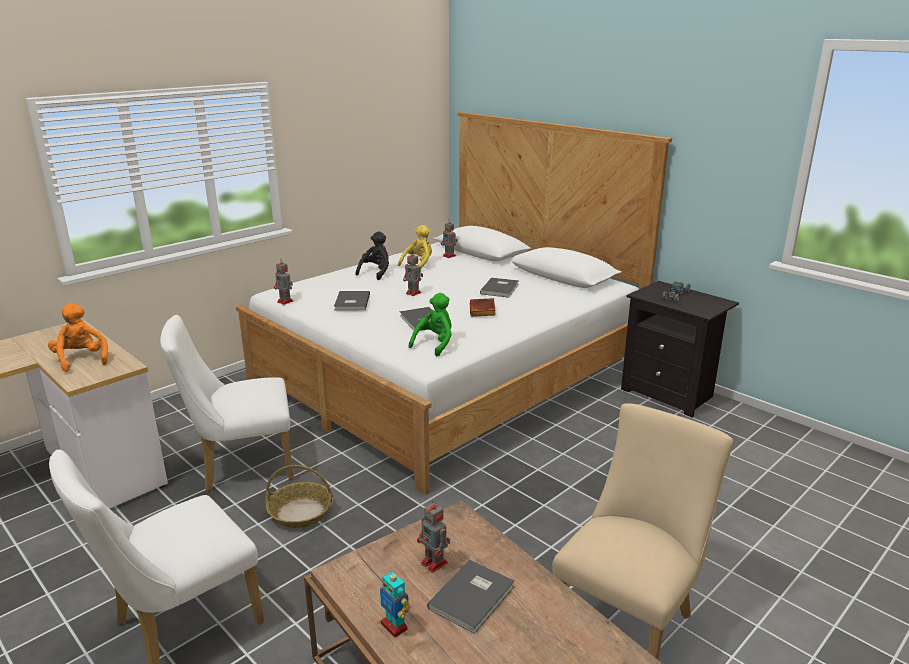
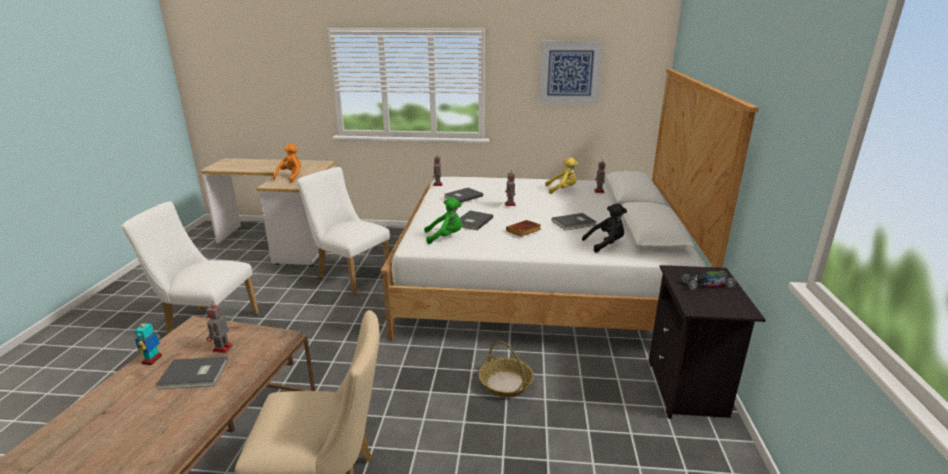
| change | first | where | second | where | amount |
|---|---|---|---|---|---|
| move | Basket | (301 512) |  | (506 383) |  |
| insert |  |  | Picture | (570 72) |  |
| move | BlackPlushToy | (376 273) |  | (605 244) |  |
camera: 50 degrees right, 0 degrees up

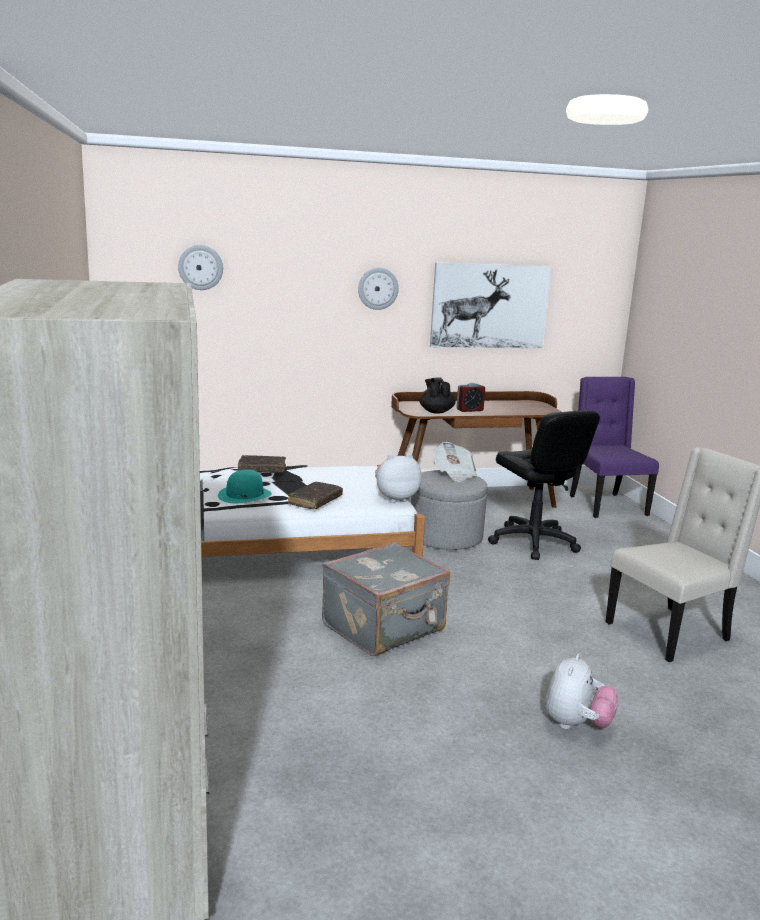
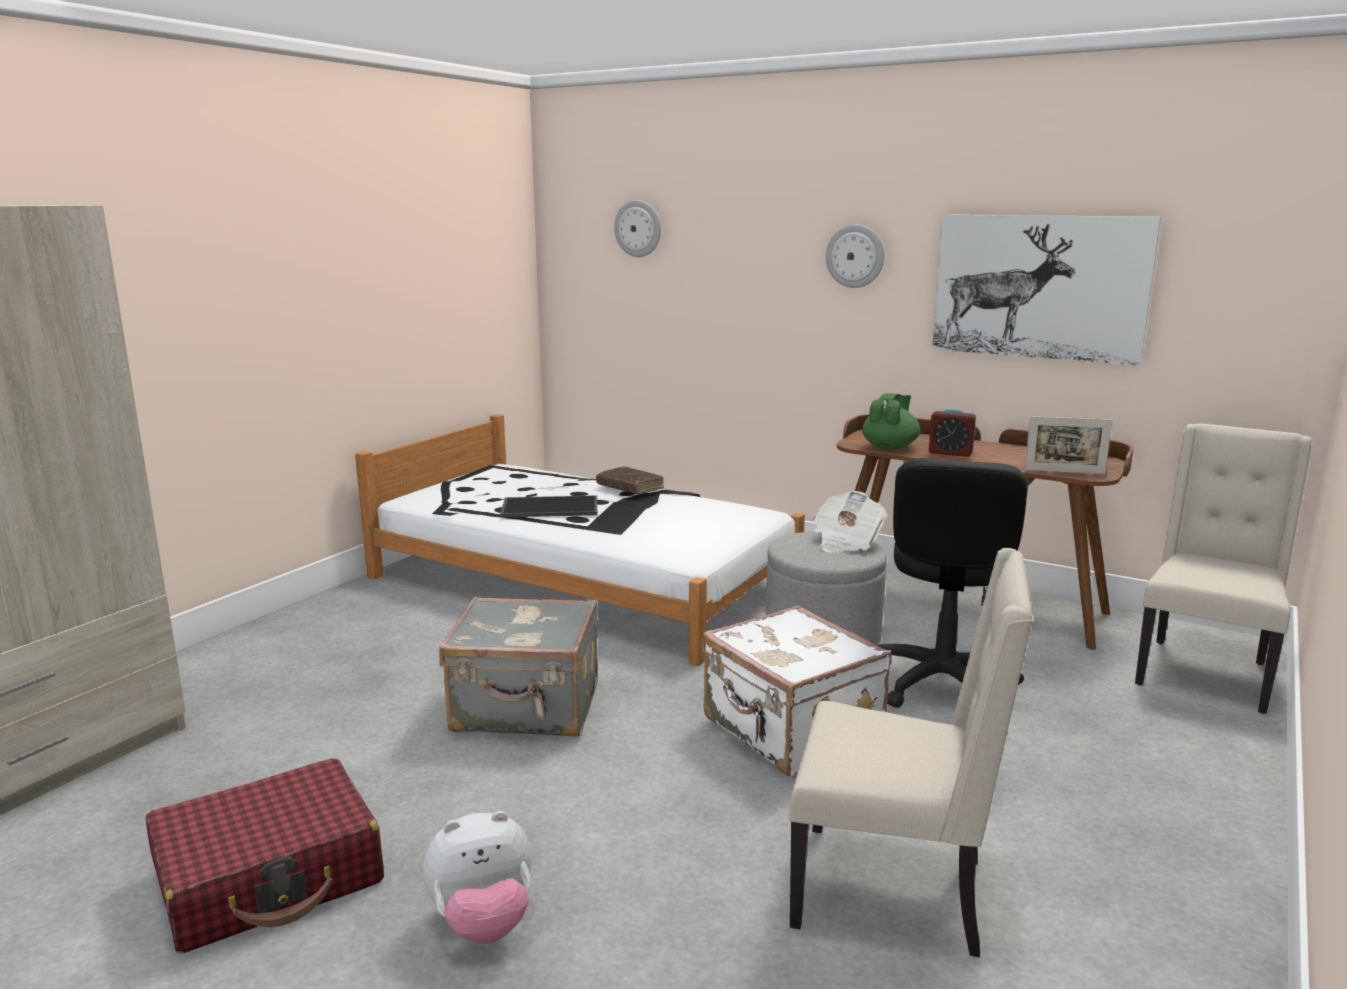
| change | first | where | second | where | amount |
|---|---|---|---|---|---|
| insert |  |  | RedSuitcase | (271 877) |  |
| replace | TurquoiseHat | (244 495) | Tray | (549 508) |  |
| insert |  |  | WhiteSuitcase | (790 732) |  |
| recolor | BlackTeapot | (436 412) | GreenTeapot | (890 447) |  |
| insert |  |  | PictureFrame | (1064 472) |  |
| recolor | PurpleChair | (605 505) | BeigeChair | (1203 673) |  |
| delete | BrownBook | (315 501) |  |  |  |
| delete | PlushToy | (395 498) |  |  |  |
camera: 45 degrees right, 0 degrees up

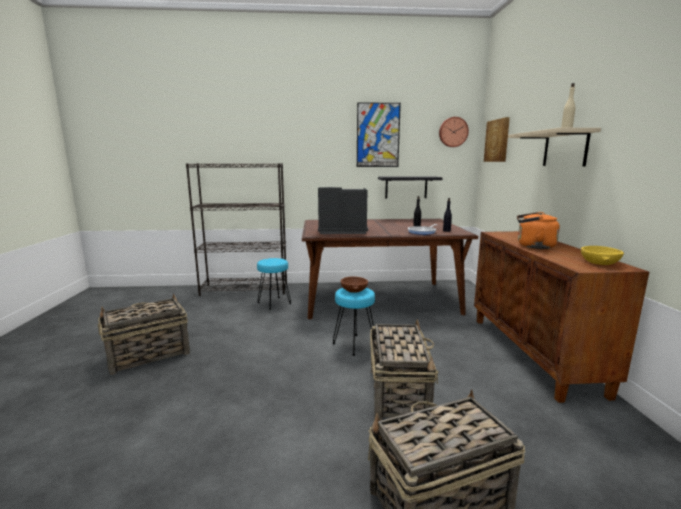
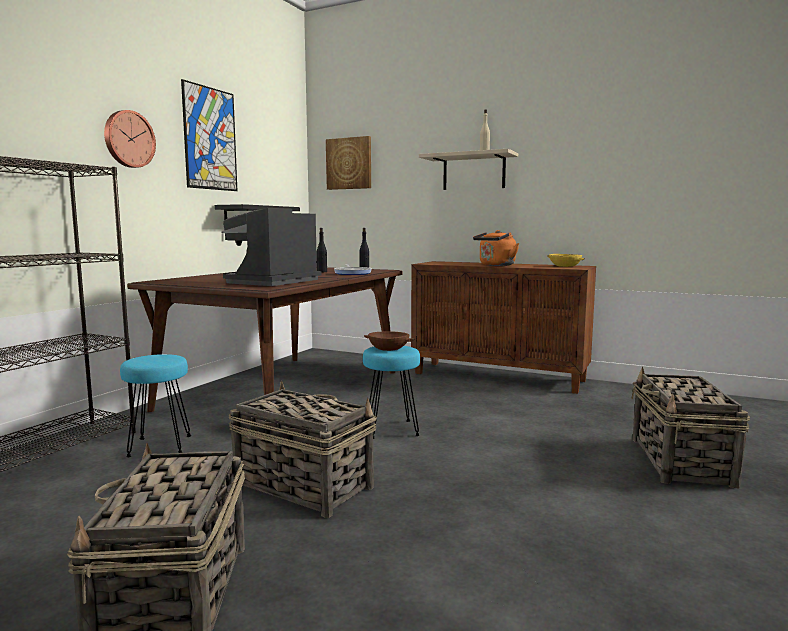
| change | first | where | second | where | amount |
|---|---|---|---|---|---|
| move | WallClock | (453 132) |  | (128 139) |  |
| move | Basket | (398 392) |  | (302 485) |  |
camera: 60 degrees left, 5 degrees down

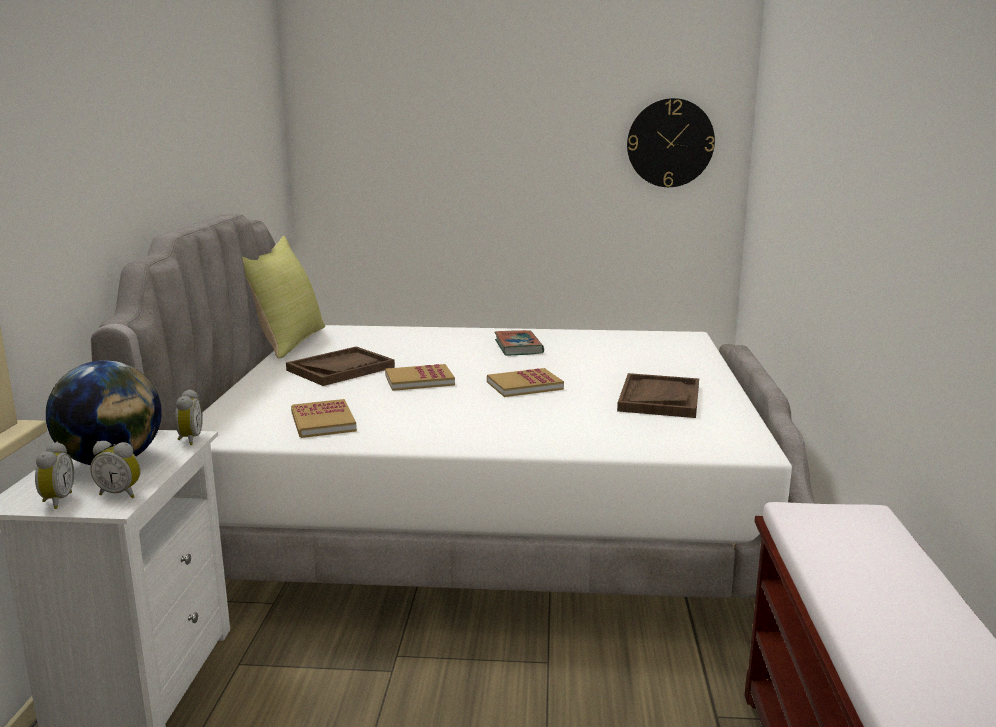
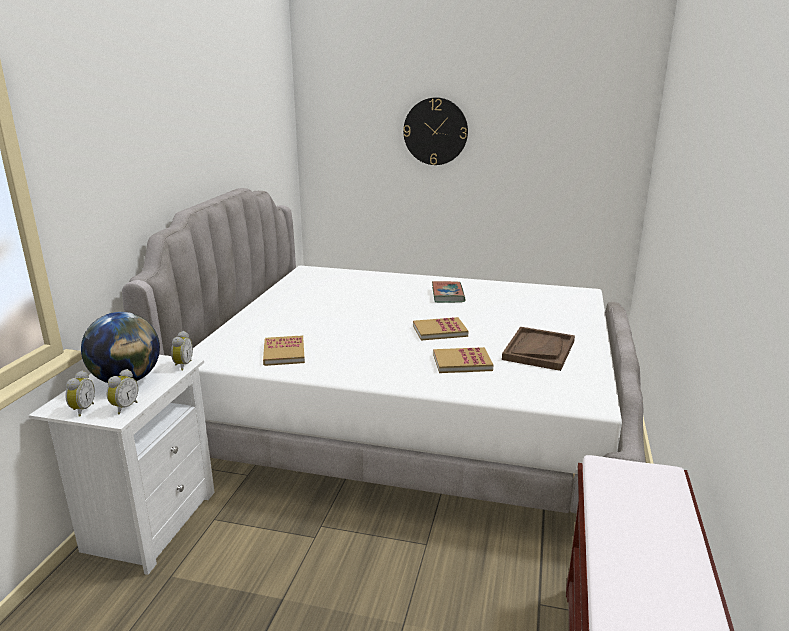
| change | first | where | second | where | amount |
|---|---|---|---|---|---|
| rotate | AlarmClock | (121 493) |  | (124 407) | 90 degrees counterclockwise |
| move | WallClock | (670 143) |  | (435 131) |  |
| move | Book | (419 380) |  | (462 362) |  |
| delete | YellowPillow | (287 342) |  |  |  |
| delete | BrownTray | (341 369) |  |  |  |
camera: 10 degrees right, 5 degrees up

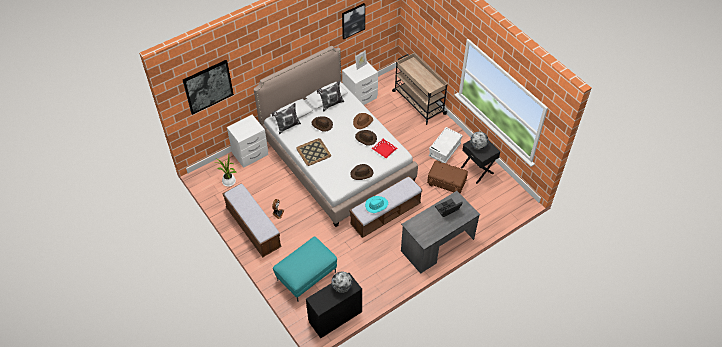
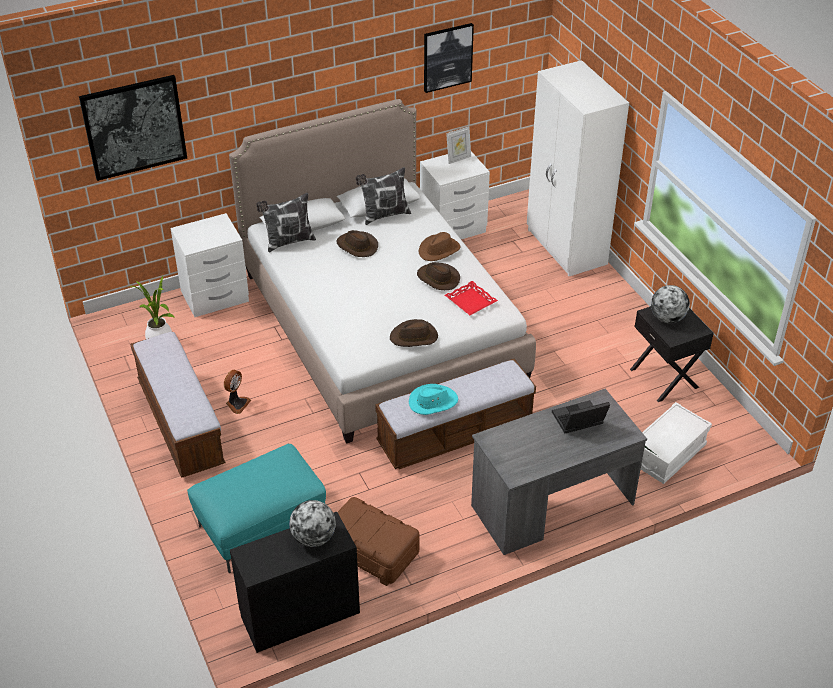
| change | first | where | second | where | amount |
|---|---|---|---|---|---|
| move | BrownStorageBox | (446 182) |  | (371 552) |  |
| replace | BeigeCart | (418 102) | WhiteWardrobe | (566 248) |  |
| move | WhiteStorageBox | (444 150) |  | (667 454) |  |
| delete | Tray | (314 152) |  |  |  |
camera: 10 degrees right, 10 degrees down

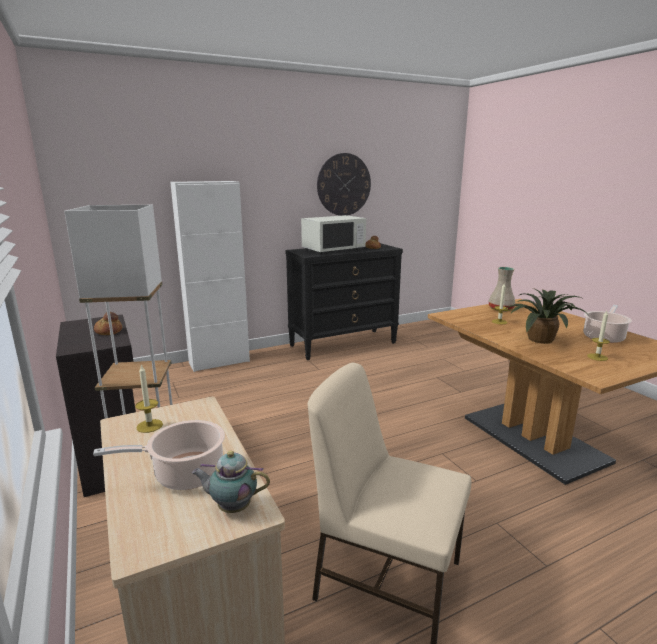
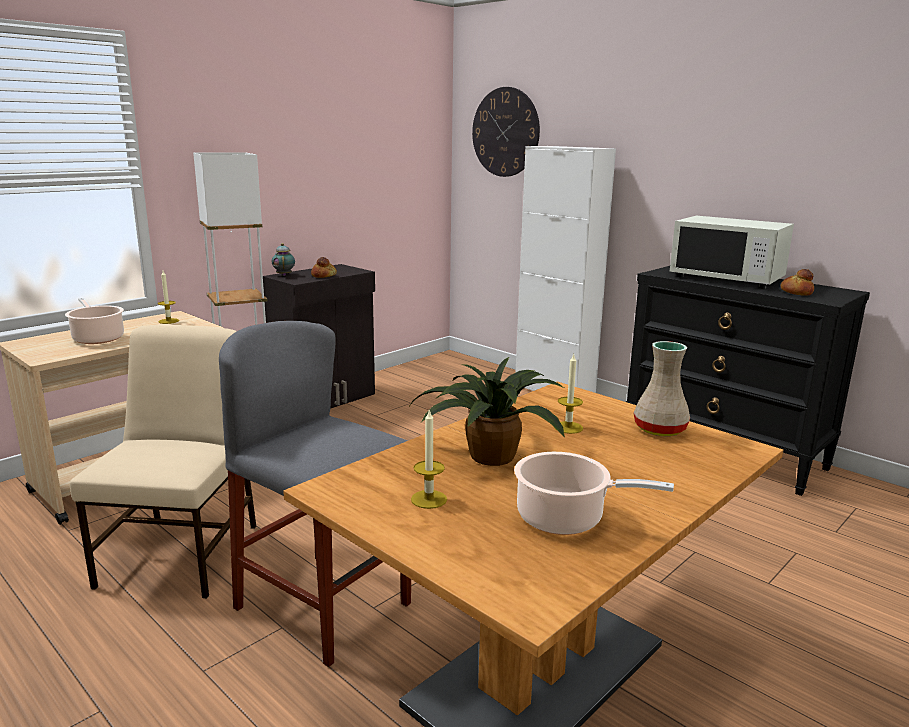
| change | first | where | second | where | amount |
|---|---|---|---|---|---|
| insert |  |  | GreyStool | (323 606) |  |
| move | Teapot | (232 507) |  | (284 275) |  |
| move | WallClock | (344 185) |  | (505 132) |  |
camera: 70 degrees right, 0 degrees up

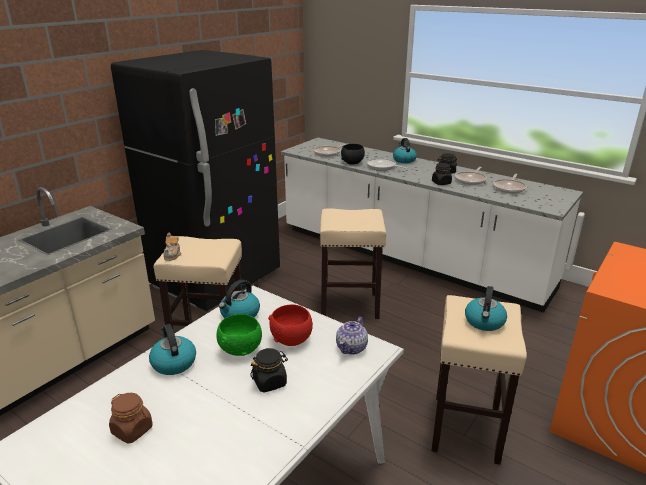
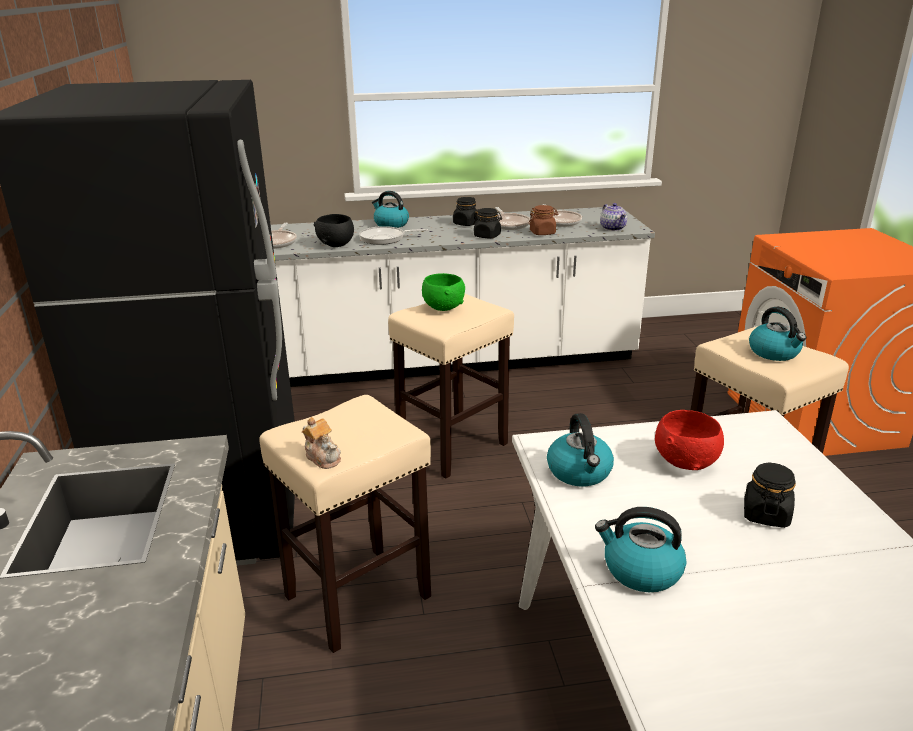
| change | first | where | second | where | amount |
|---|---|---|---|---|---|
| move | GreenBowl | (241 349) |  | (443 307) |  |
| move | BrownJar | (132 430) |  | (542 233) |  |
| move | Teapot | (352 347) |  | (613 228) |  |
camera: 45 degrees left, 0 degrees up

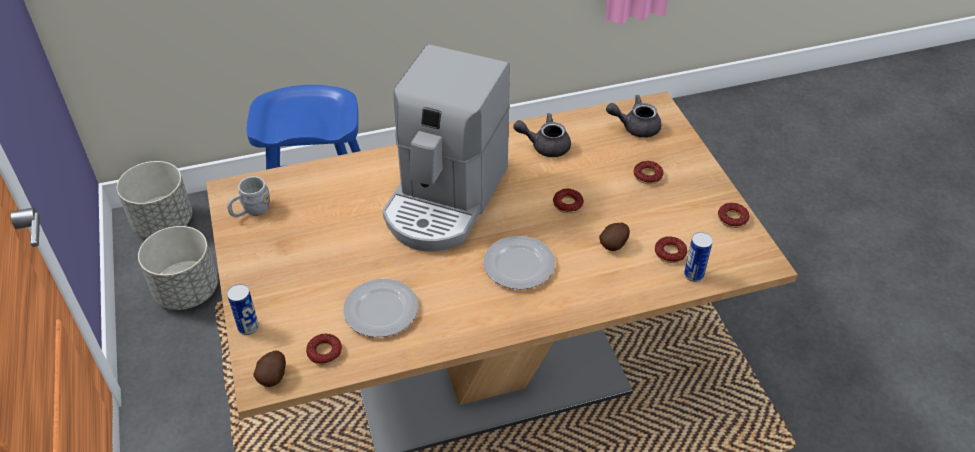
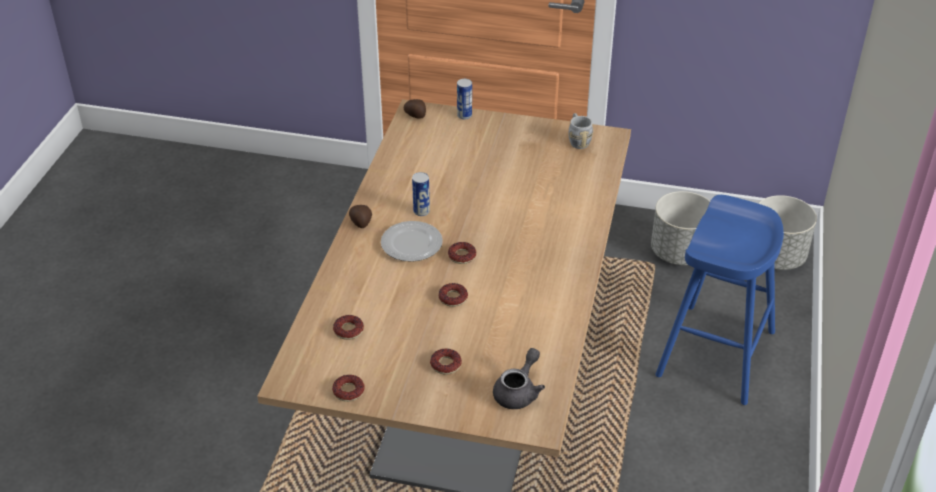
| change | first | where | second | where | amount |
|---|---|---|---|---|---|
| move | Potato | (614 244) |  | (361 223) |  |
| move | Can | (693 275) |  | (421 211) |  |
| move | Donut | (324 352) |  | (462 256) |  |
| delete | Plate | (381 310) |  |  |  |
| delete | CoffeeMachine | (445 199) |  |  |  |
| delete | GreyTeapot | (545 146) |  |  |  |
camera: 120 degrees right, 5 degrees down

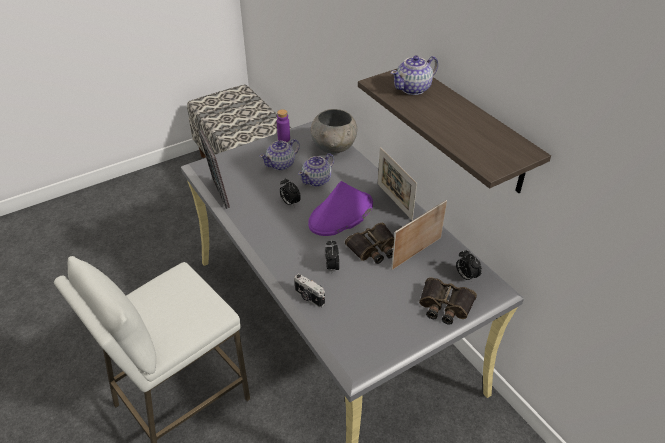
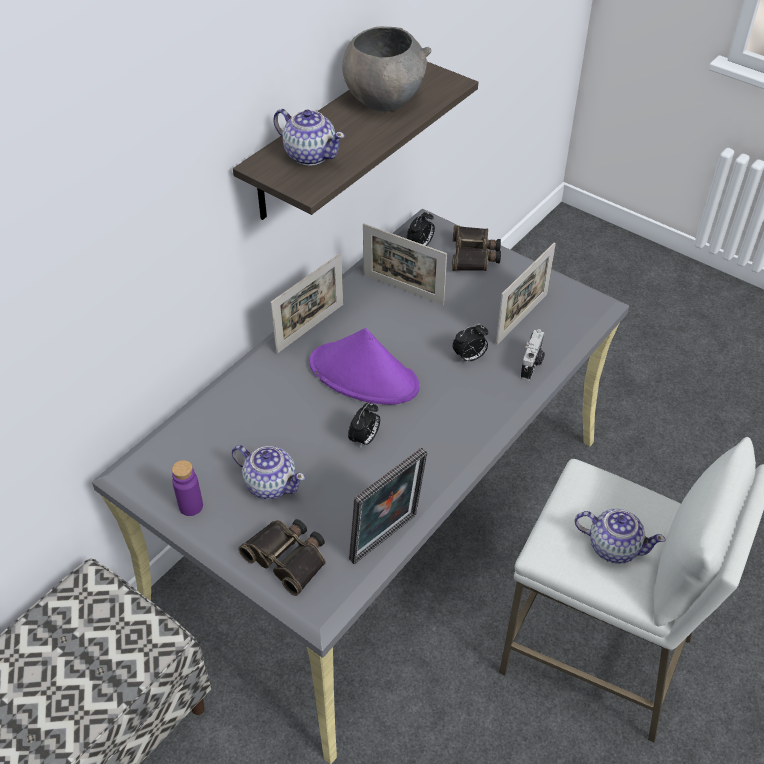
| change | first | where | second | where | amount |
|---|---|---|---|---|---|
| move | Binoculars | (373 248) |  | (288 557) |  |
| move | GreyBowl | (334 148) |  | (384 99) |  |
| insert |  |  | PictureFrame | (522 318) |  |
| move | Teapot | (317 180) |  | (613 546) |  |
camera: 110 degrees left, 5 degrees up

